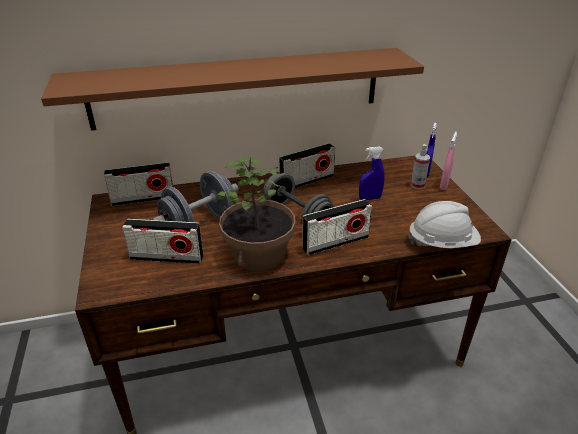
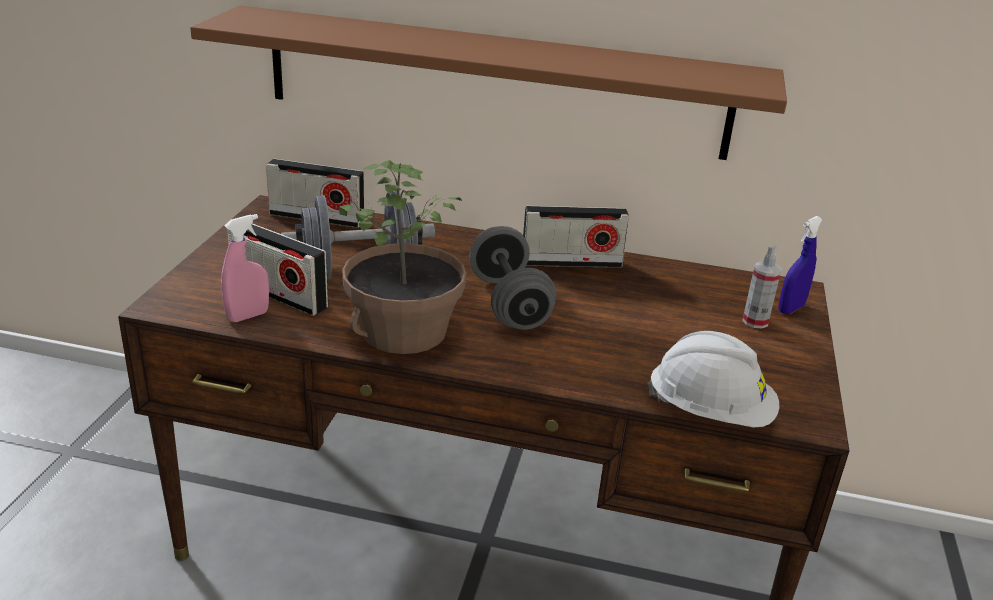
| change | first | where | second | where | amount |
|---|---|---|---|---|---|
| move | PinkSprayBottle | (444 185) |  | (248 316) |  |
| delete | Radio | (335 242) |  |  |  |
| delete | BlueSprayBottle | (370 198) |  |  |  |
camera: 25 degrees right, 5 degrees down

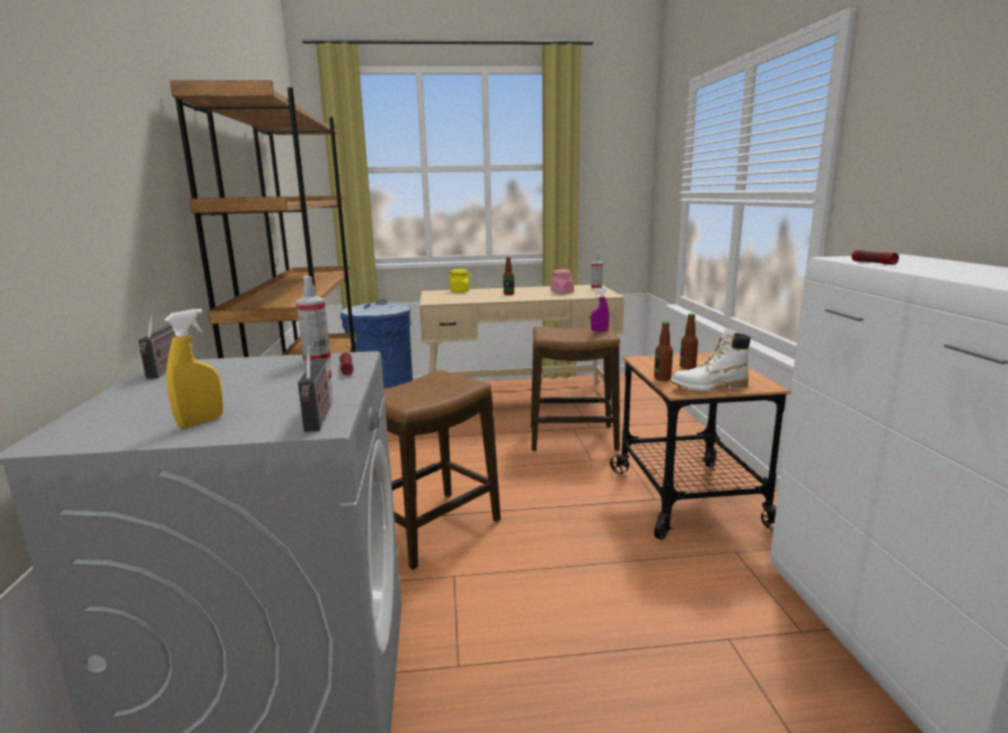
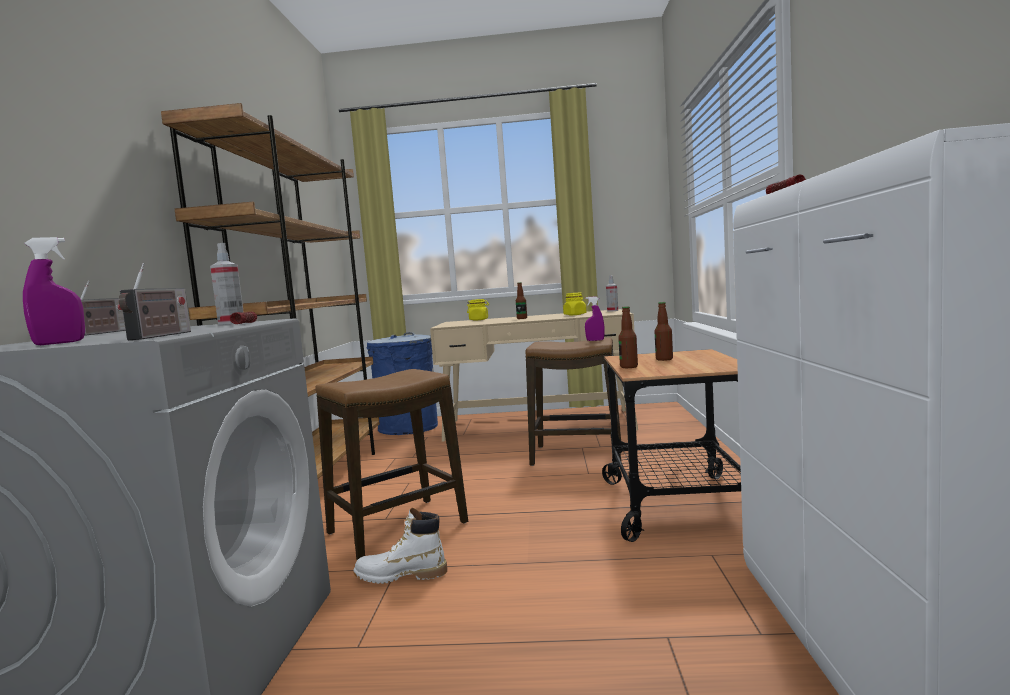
| change | first | where | second | where | amount |
|---|---|---|---|---|---|
| recolor | YellowSprayBottle | (201 422) | PurpleSprayBottle | (59 343) |  |
| move | WhiteBoot | (708 387) |  | (401 575) |  |
| recolor | PinkJar | (562 292) | YellowJar | (575 314) |  |
camera: 10 degrees right, 10 degrees down

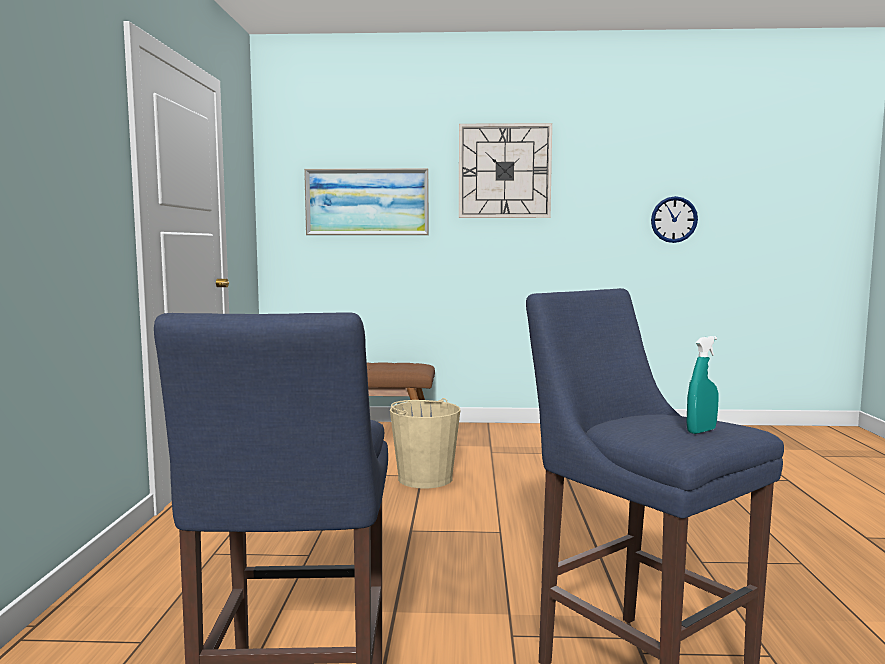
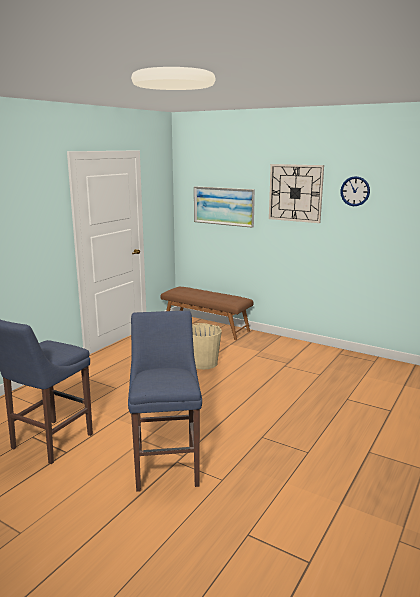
| change | first | where | second | where | amount |
|---|---|---|---|---|---|
| move | WallClock | (674 219) |  | (355 191) |  |
| delete | TurquoiseSprayBottle | (701 431) |  |  |  |
camera: 30 degrees right, 10 degrees up

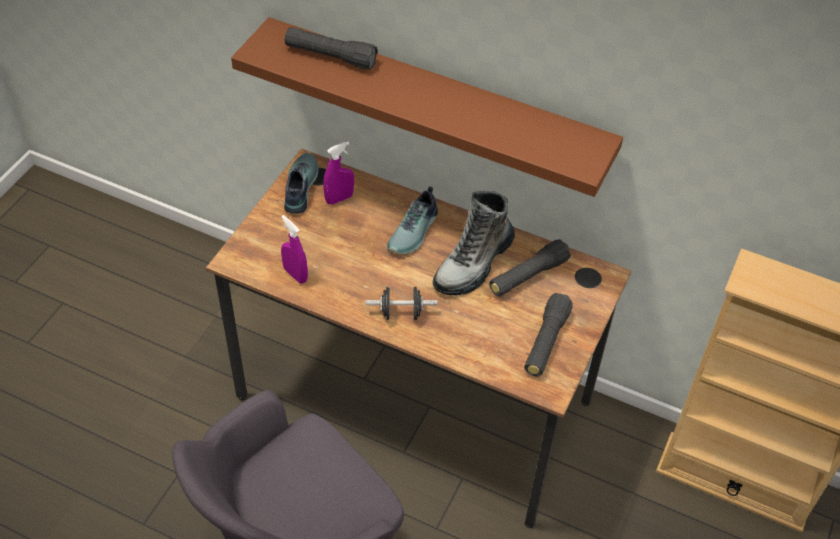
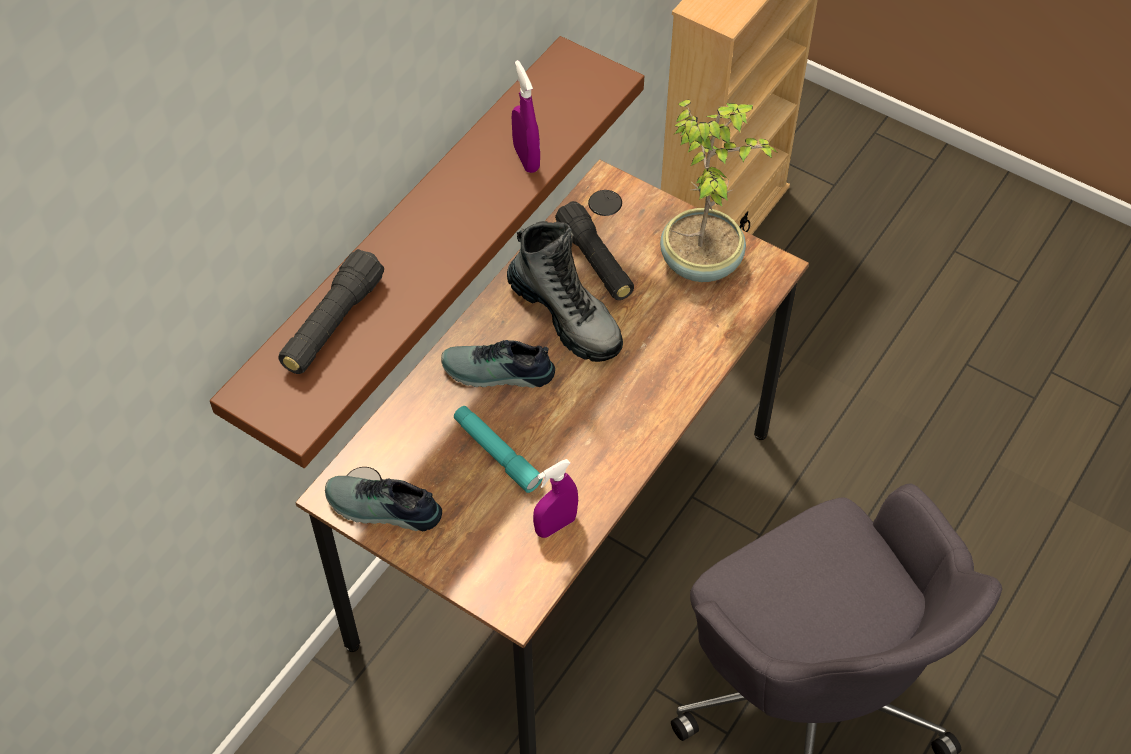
| change | first | where | second | where | amount |
|---|---|---|---|---|---|
| rotate | Shoe | (415 232) |  | (497 373) | 150 degrees clockwise |
| insert |  |  | TurquoiseFlashlight | (497 453) |  |
| move | PurpleSprayBottle | (339 199) |  | (526 158) |  |
| replace | BlackFlashlight | (546 342) | PottedPlant | (702 260) |  |
| delete | BlackDumbbell | (401 313) |  |  |  |
camera: 80 degrees left, 5 degrees up

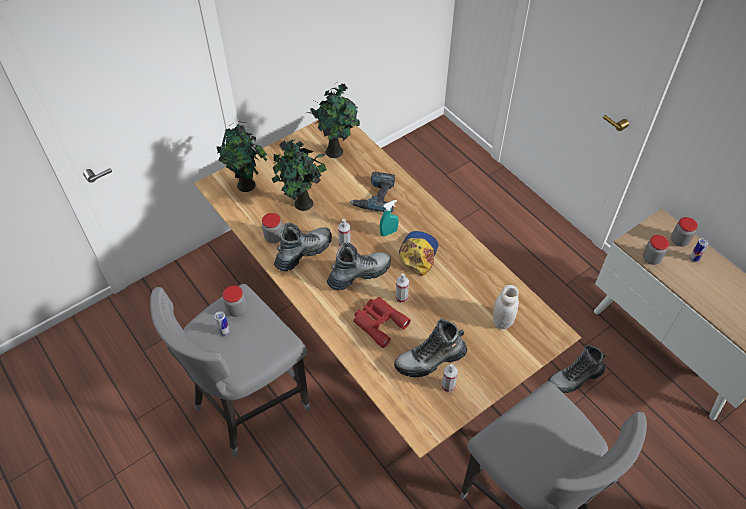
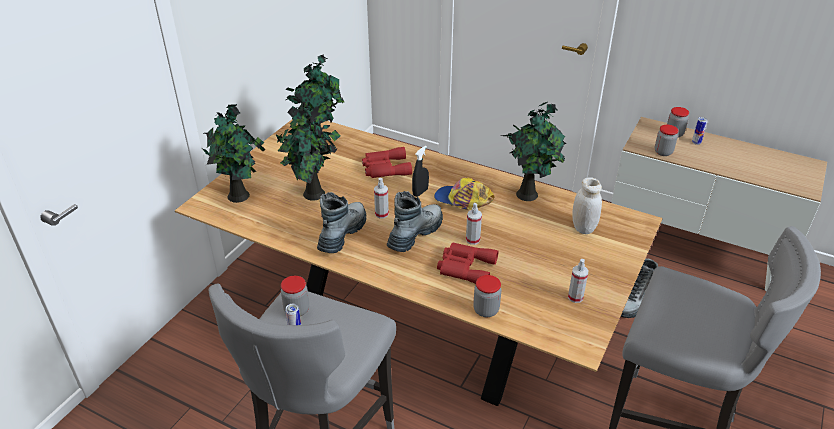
| change | first | where | second | where | amount |
|---|---|---|---|---|---|
| replace | PowerDrill | (375 196) | RedBinoculars | (385 168) |  |
| recolor | TurquoiseSprayBottle | (388 232) | BlackSprayBottle | (420 192) |  |
| rotate | Cap | (418 253) |  | (462 200) | 60 degrees counterclockwise |
| move | Jar | (274 237) |  | (486 310) |  |
| insert |  |  | PottedPlant | (529 194) |  |
| delete | Boot | (430 360) |  |  |  |
camera: 25 degrees left, 15 degrees down

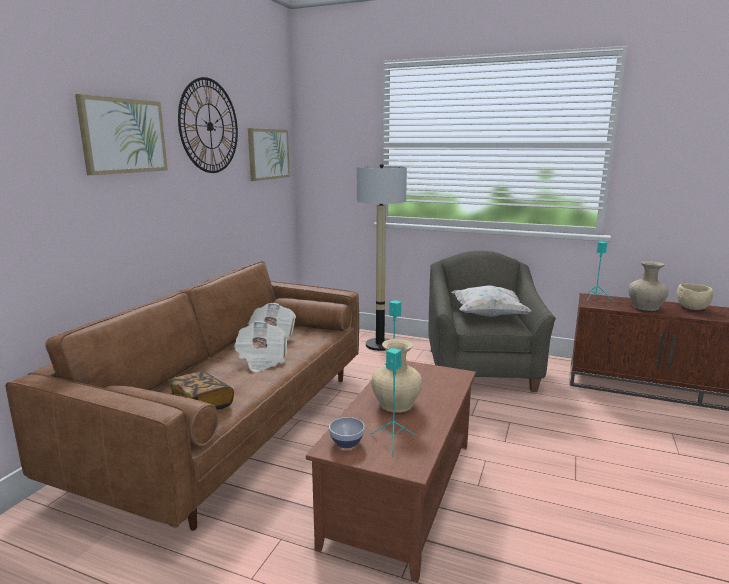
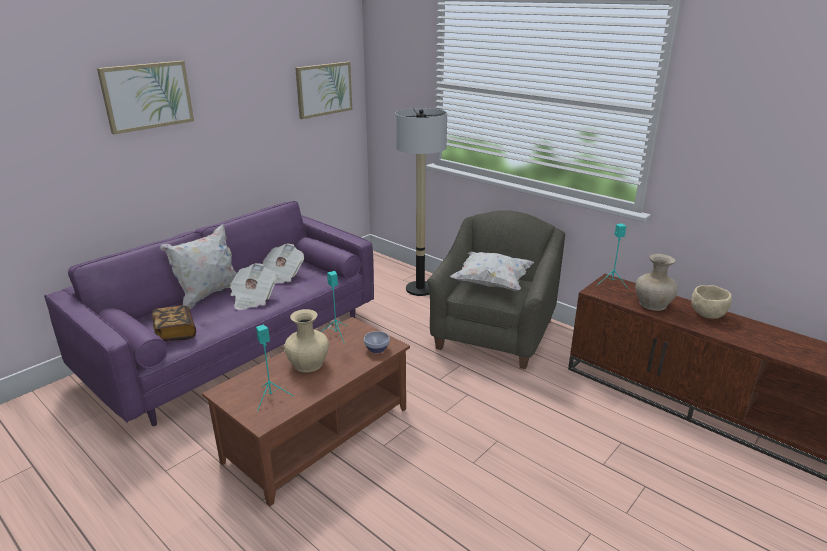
| change | first | where | second | where | amount |
|---|---|---|---|---|---|
| recolor | BrownSofa | (231 425) | PurpleSofa | (236 346) |  |
| insert |  |  | WhitePillow | (209 294) |  |
| move | Bowl | (345 442) |  | (376 349) |  |
| delete | WallClock | (209 126) |  |  |  |
camera: 20 degrees right, 10 degrees up

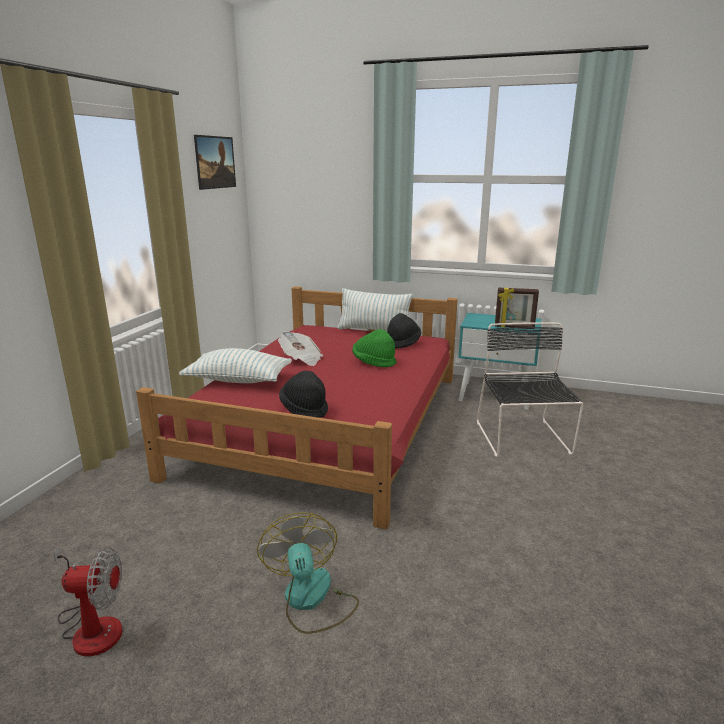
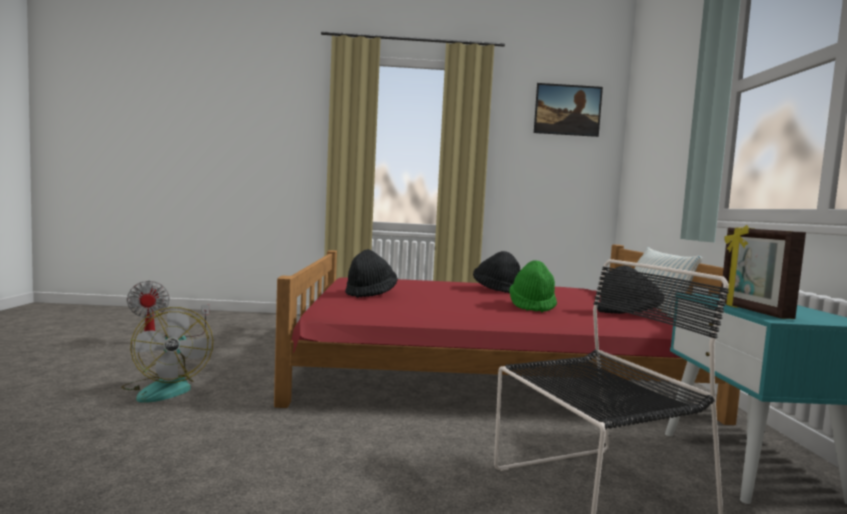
| change | first | where | second | where | amount |
|---|---|---|---|---|---|
| rotate | Fan | (311 600) |  | (166 388) | 105 degrees clockwise |
| replace | Newspaper | (301 359) | BlackHat | (496 290) |  |
| delete | Pillow | (238 380) |  |  |  |
camera: 70 degrees right, 15 degrees down

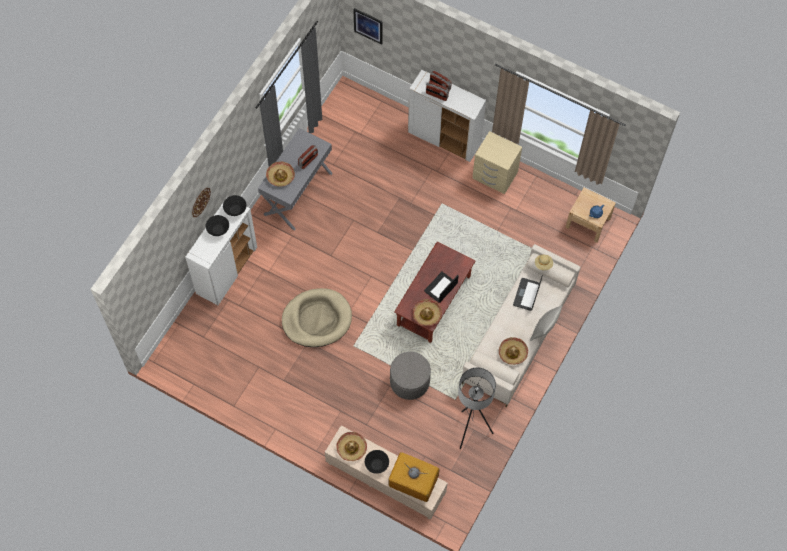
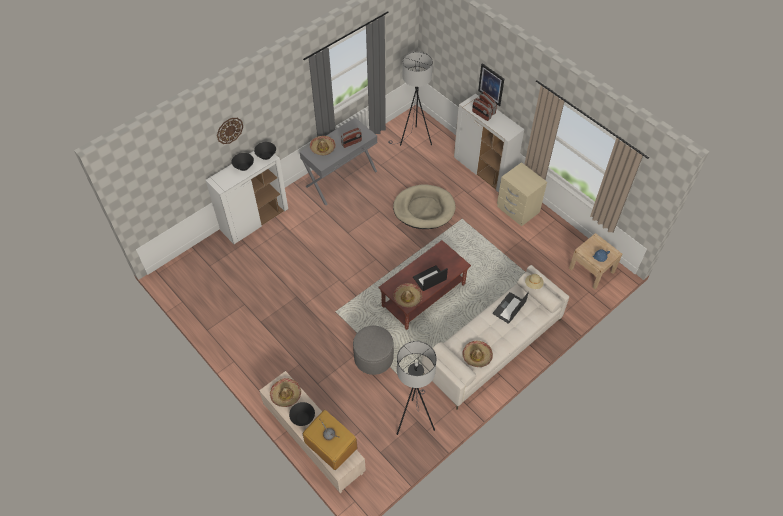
| change | first | where | second | where | amount |
|---|---|---|---|---|---|
| insert |  |  | GreyFloorLamp | (413 140) |  |
| move | BeigeDogBed | (317 319) |  | (424 209) |  |
| move | Picture | (368 25) |  | (491 84) |  |
| delete | GreyPillow | (544 330) |  |  |  |
camera: 20 degrees right, 10 degrees down

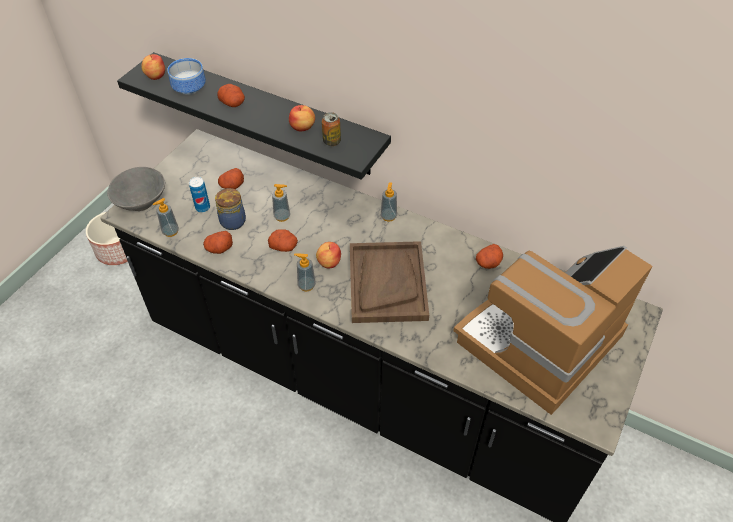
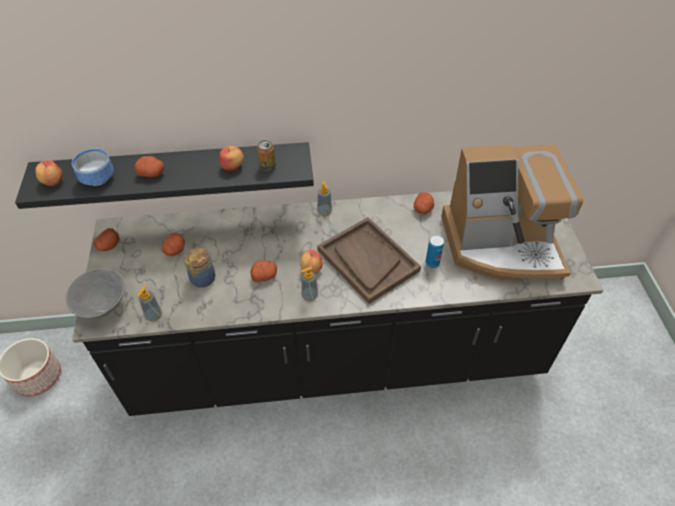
| change | first | where | second | where | amount |
|---|---|---|---|---|---|
| move | Potato | (219 248) |  | (109 246) |  |
| move | Can | (202 208) |  | (432 263) |  |
| rotate | CoffeeMachine | (539 342) |  | (501 245) | 105 degrees counterclockwise |
| delete | SoapDispenser | (282 216) |  |  |  |
camera: 35 degrees left, 0 degrees up

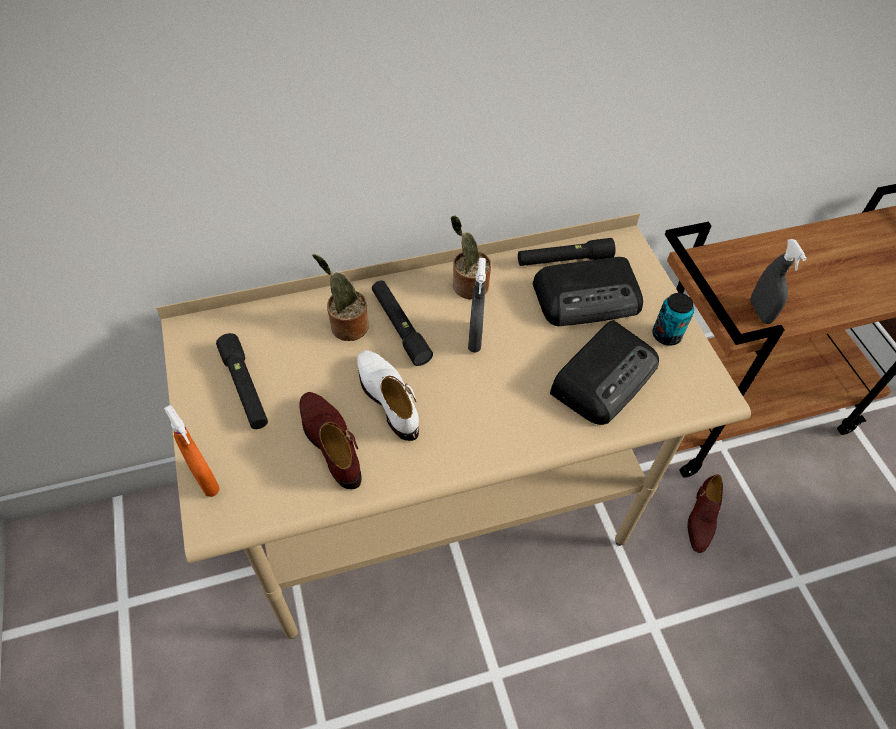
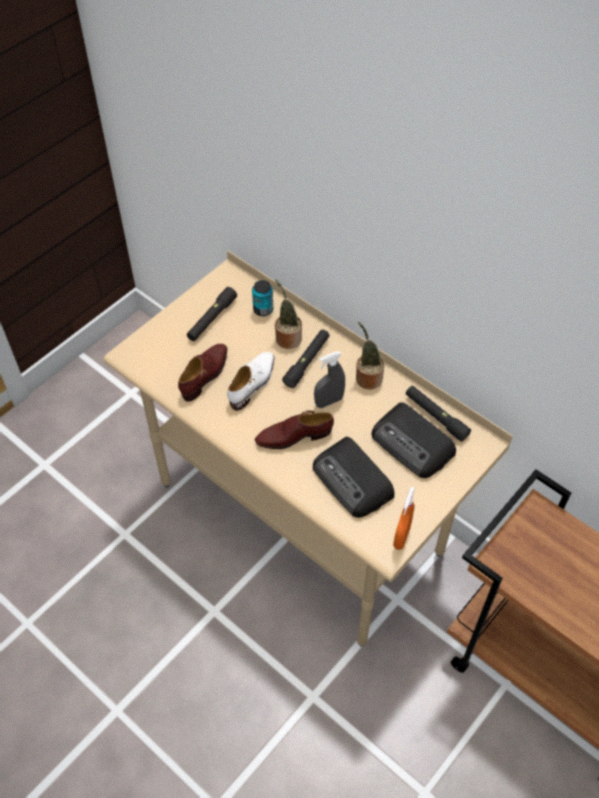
| change | first | where | second | where | amount |
|---|---|---|---|---|---|
| move | Can | (666 335) |  | (263 309) |  |
| move | BrownShoe | (701 518) |  | (294 436) |  |
| rotate | Radio | (604 376) |  | (353 481) | 45 degrees clockwise |
| move | OrangeSprayBottle | (205 480) |  | (401 537) |  |
| delete | GreySprayBottle | (760 312) |  |  |  |
camera: 60 degrees right, 0 degrees up

